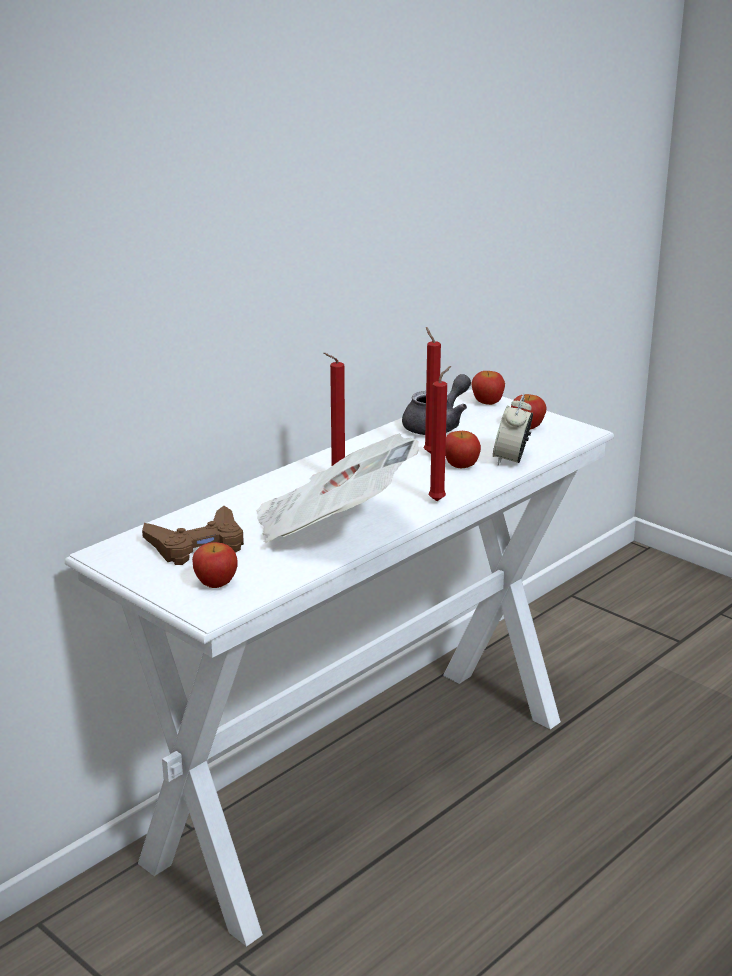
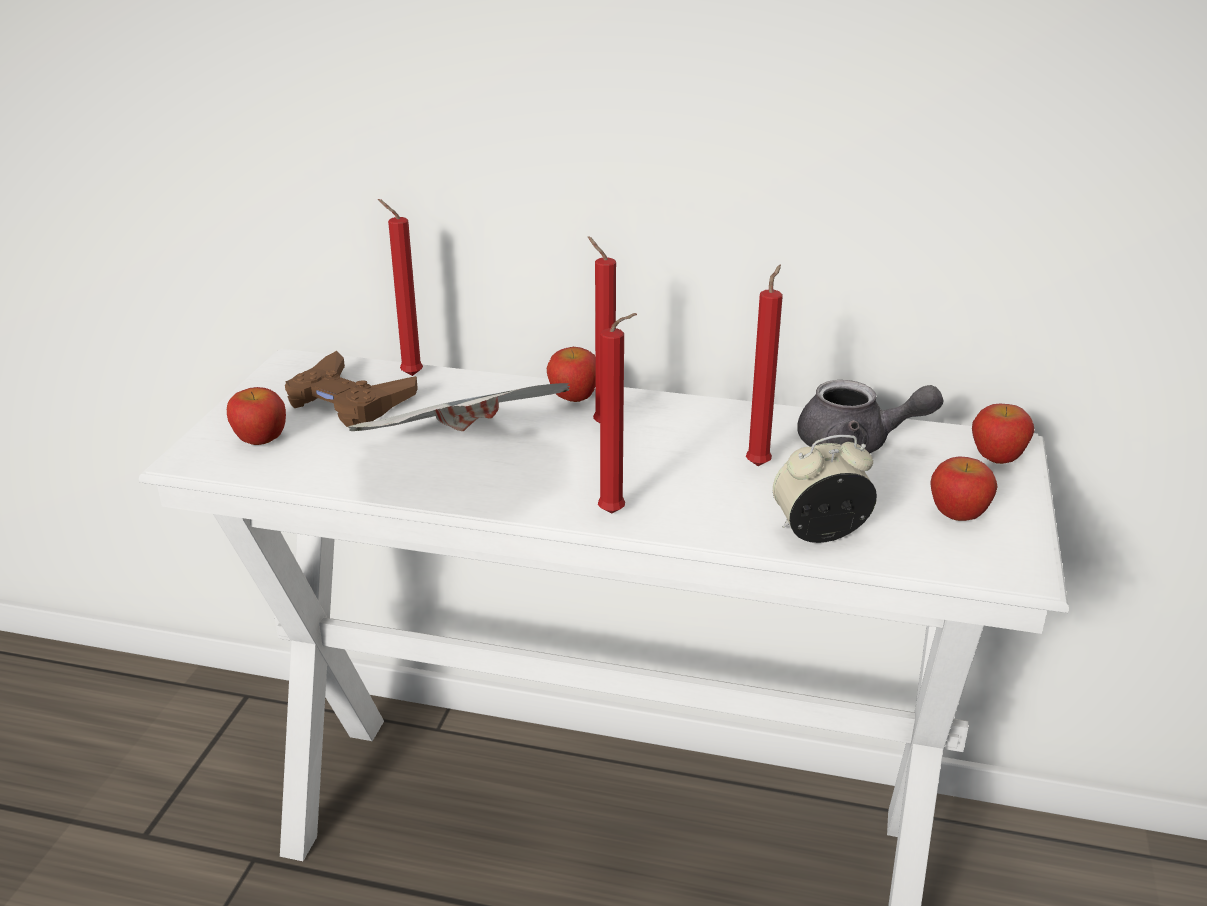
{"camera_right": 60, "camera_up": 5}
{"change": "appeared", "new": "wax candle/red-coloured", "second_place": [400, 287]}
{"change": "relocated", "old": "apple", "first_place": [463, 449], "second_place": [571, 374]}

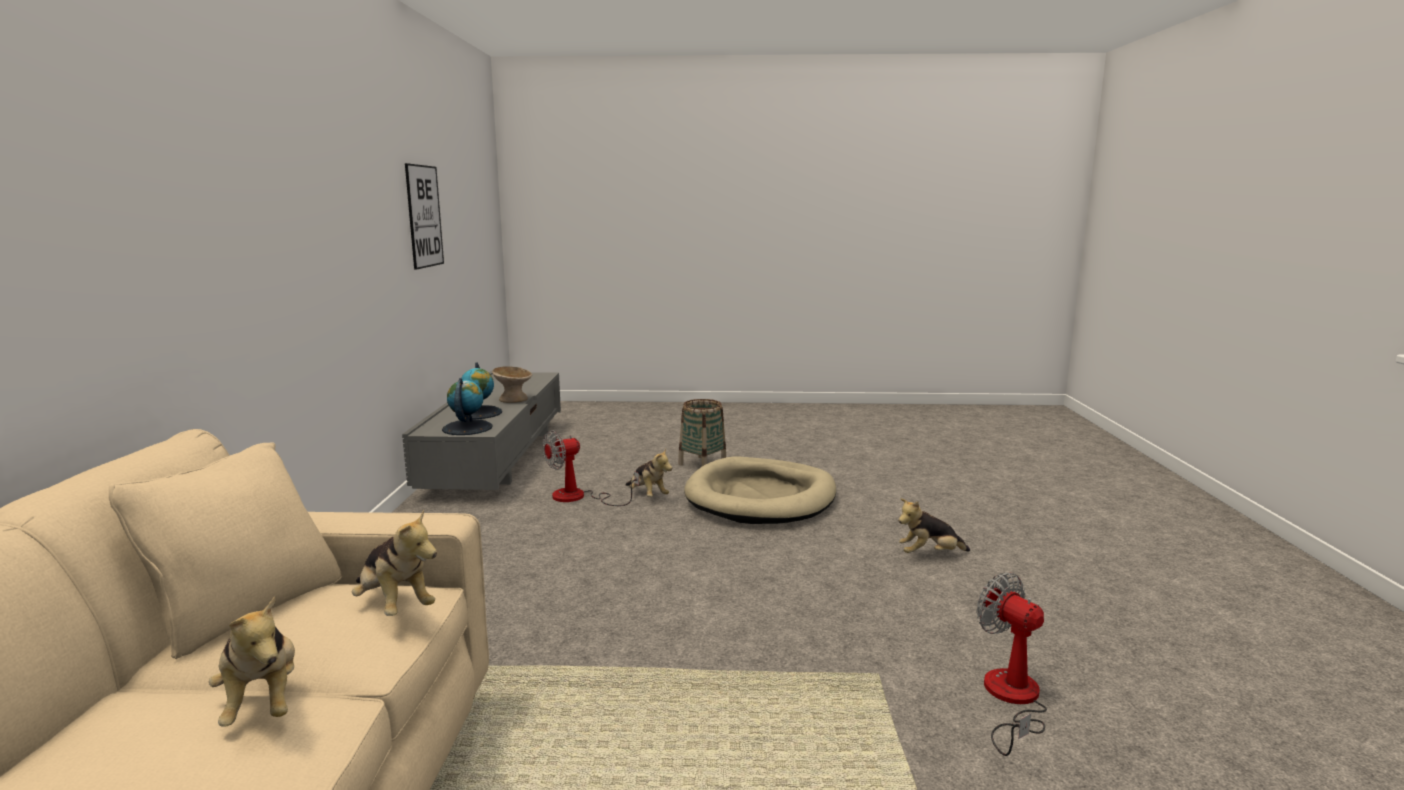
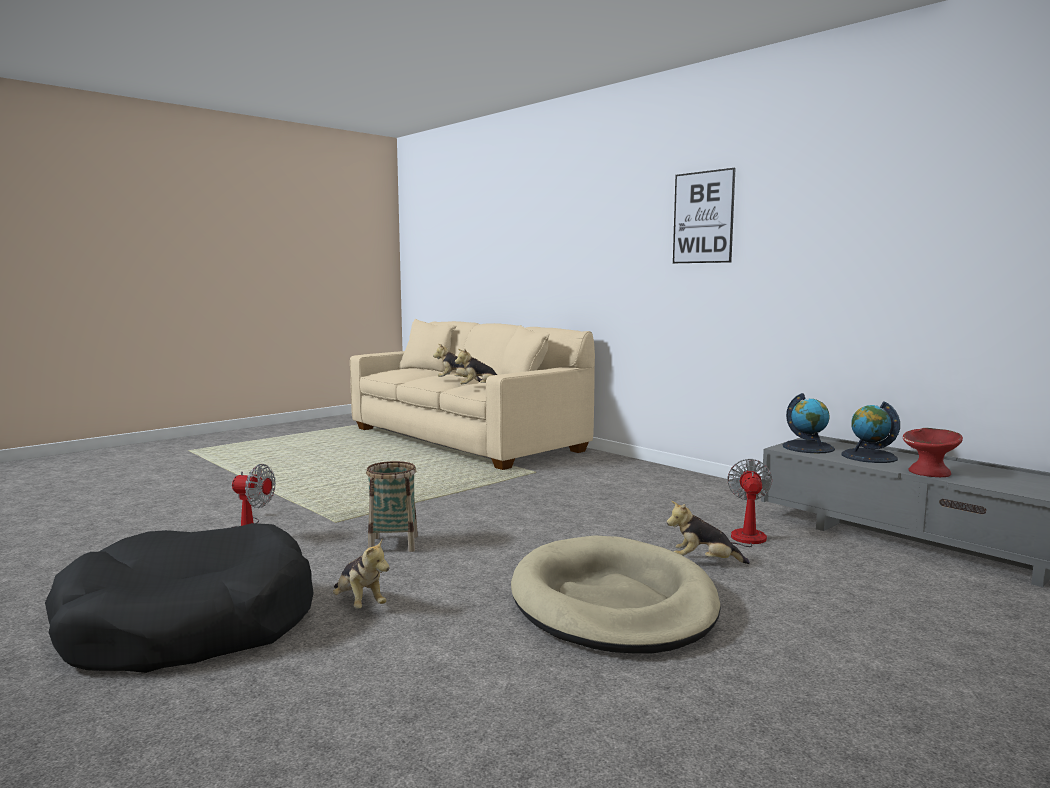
{"camera_right": 135, "camera_up": -5}
{"change": "appeared", "new": "dog bed/black-coloured", "second_place": [179, 598]}
{"change": "relocated", "old": "wall picture", "first_place": [424, 216], "second_place": [704, 215]}
{"change": "relocated", "old": "storage basket", "first_place": [702, 432], "second_place": [392, 506]}
{"change": "colour", "old": "deep dish/beige", "new": "deep dish/red-coloured", "first_place": [512, 384], "second_place": [933, 452]}
{"change": "spun", "old": "plush toy", "first_place": [934, 525], "second_place": [361, 574], "degrees": 105}

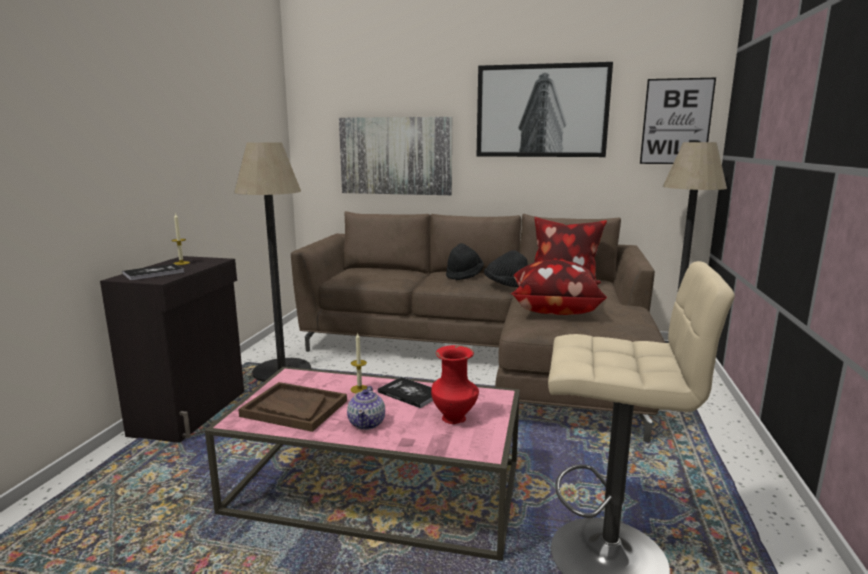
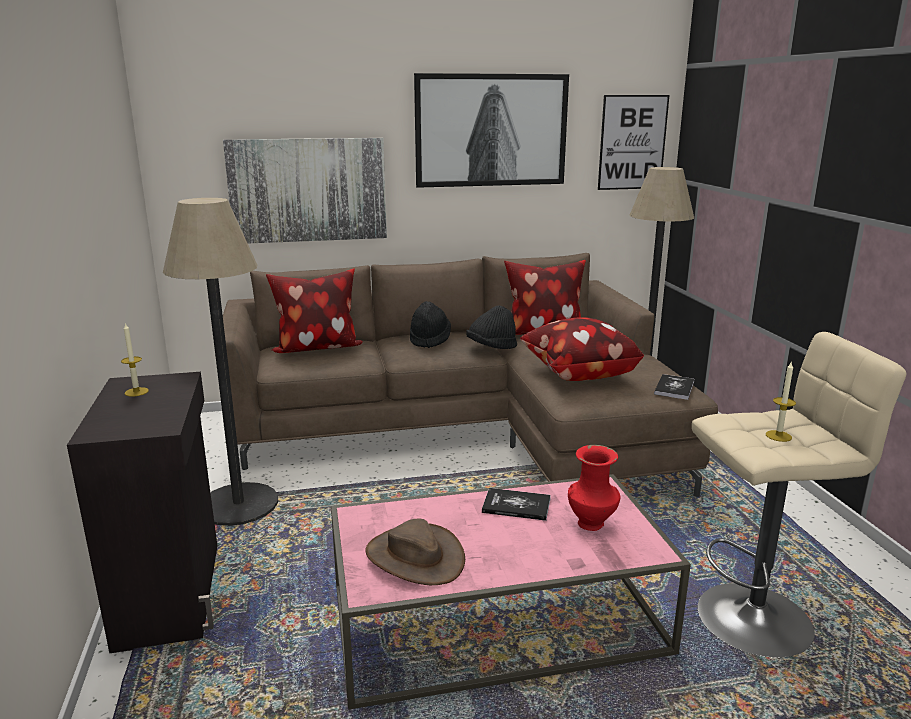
{"camera_right": -25, "camera_up": 5}
{"change": "missing", "old": "tea pot", "first_place": [366, 408]}
{"change": "appeared", "new": "cushion", "second_place": [314, 310]}
{"change": "relocated", "old": "book", "first_place": [153, 272], "second_place": [674, 387]}
{"change": "relocated", "old": "wax candle", "first_place": [359, 362], "second_place": [781, 401]}
{"change": "exchanged", "old": "serving tray/brownish", "new": "wearable hat/brownish", "first_place": [292, 407], "second_place": [415, 552]}

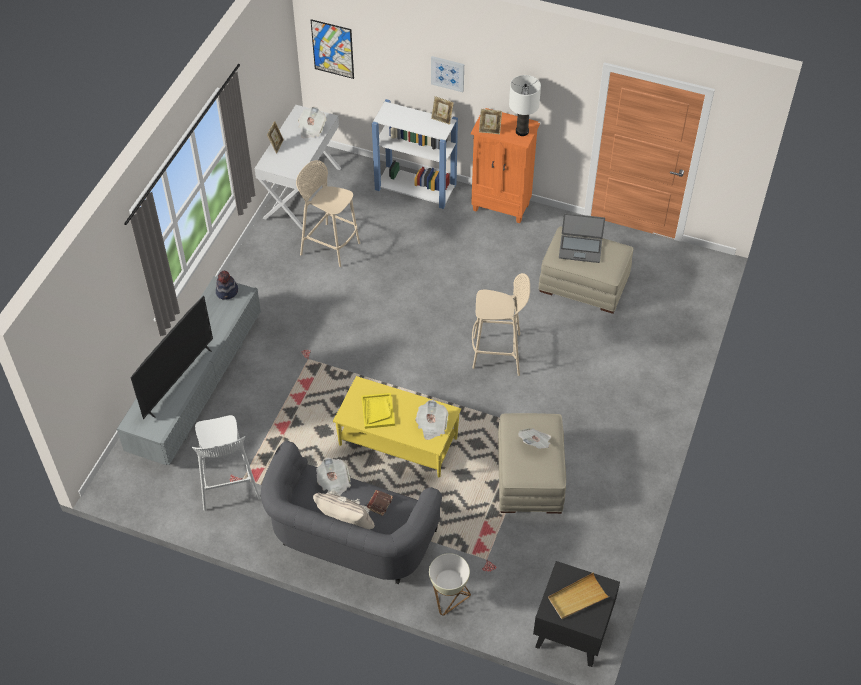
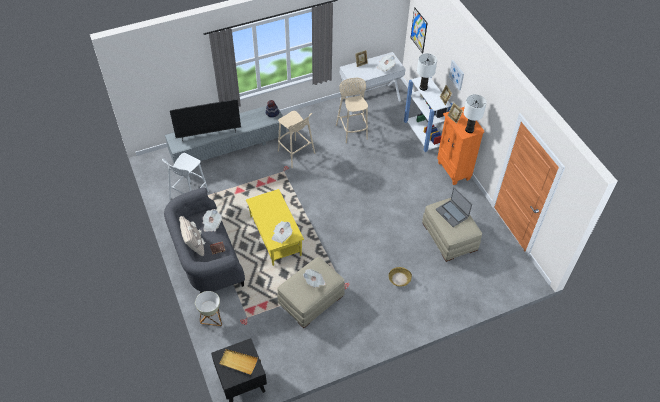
{"camera_right": 45, "camera_up": 0}
{"change": "missing", "old": "serving tray/yellow-coloured", "first_place": [378, 411]}
{"change": "appeared", "new": "storage basket", "second_place": [400, 277]}
{"change": "appeared", "new": "table lamp/white-coloured", "second_place": [427, 72]}
{"change": "relocated", "old": "stool/beige", "first_place": [501, 324], "second_place": [296, 139]}

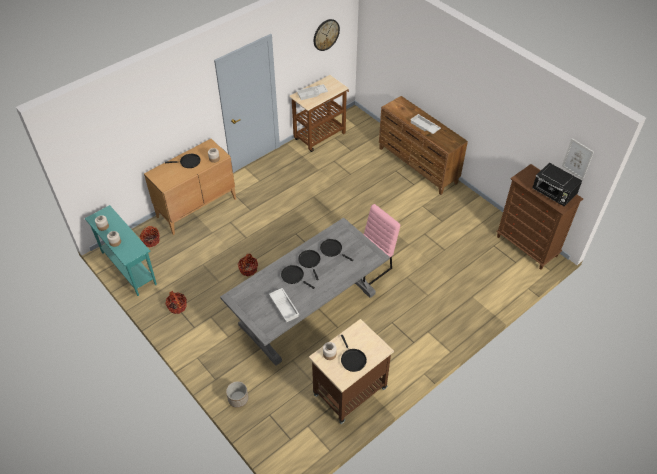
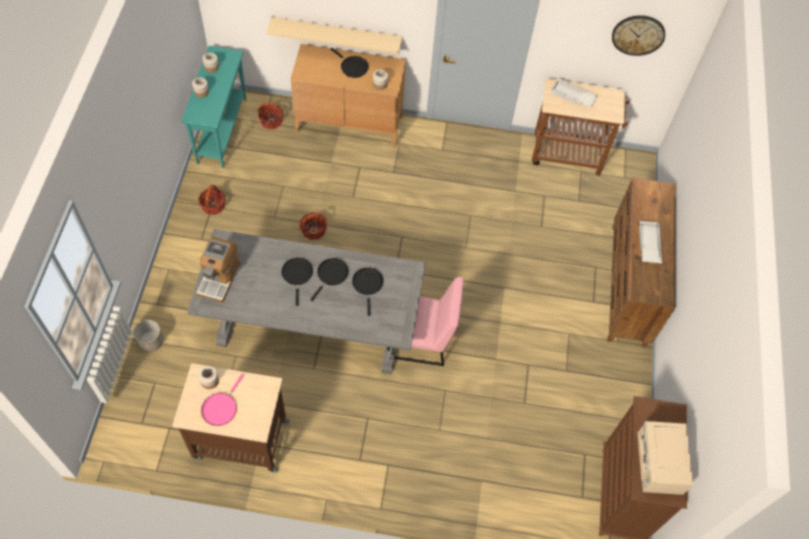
{"camera_right": 45, "camera_up": 10}
{"change": "missing", "old": "serving tray/white-coloured", "first_place": [284, 305]}
{"change": "missing", "old": "wall picture", "first_place": [578, 159]}
{"change": "appeared", "new": "coffee maker", "second_place": [218, 270]}
{"change": "appeared", "new": "wall shelf/beige", "second_place": [334, 35]}
{"change": "colour", "old": "pan/black-coloured", "new": "pan/pinkish", "first_place": [354, 353], "second_place": [222, 400]}
{"change": "colour", "old": "microwave oven/black-coloured", "new": "microwave oven/beige", "first_place": [557, 185], "second_place": [665, 458]}

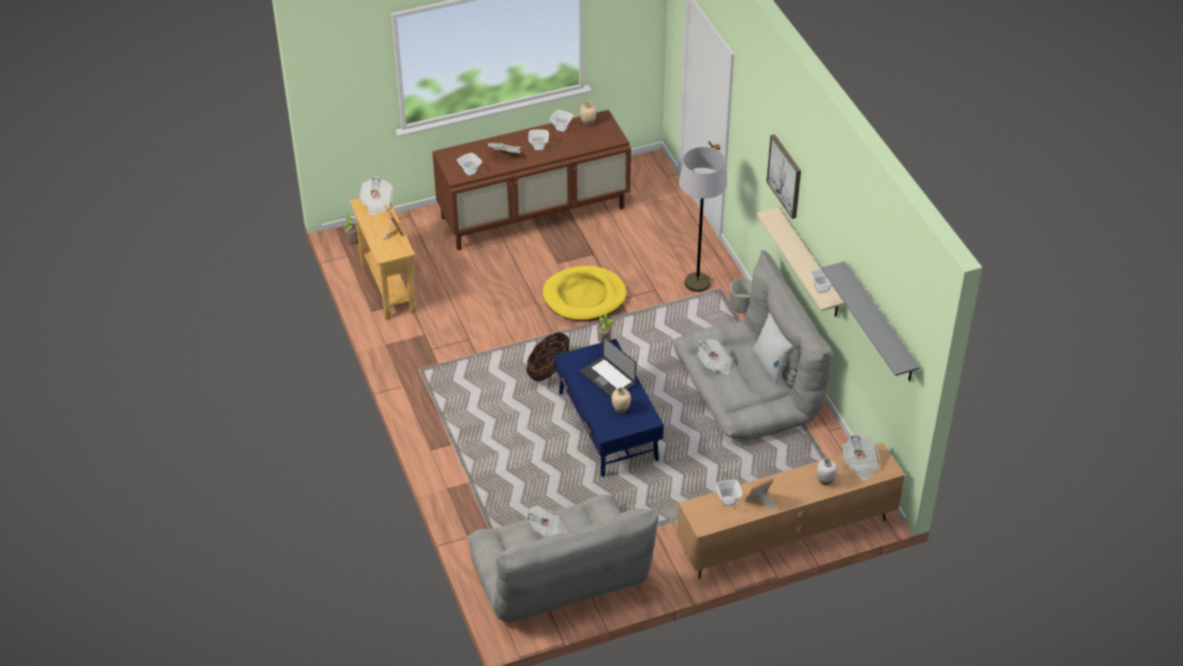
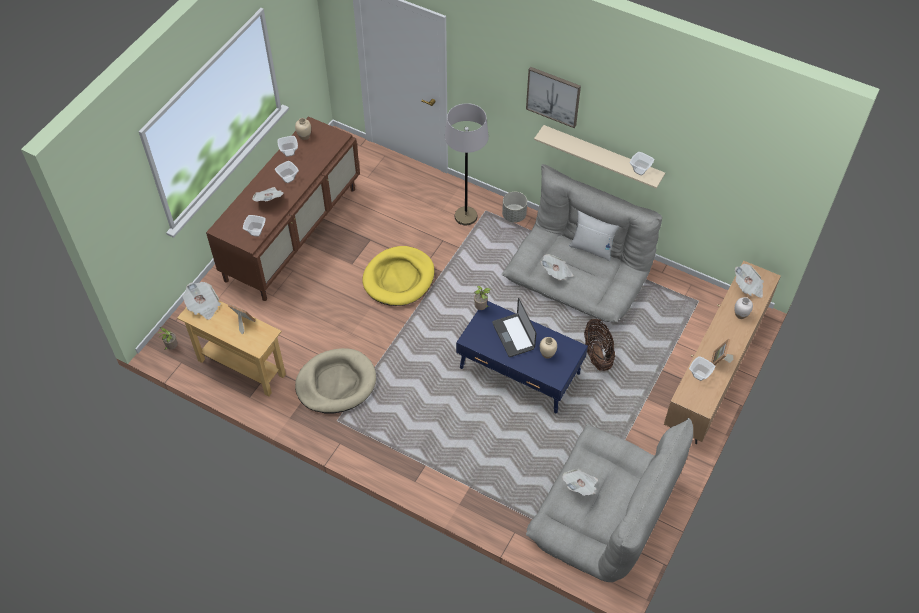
{"camera_right": -40, "camera_up": 10}
{"change": "missing", "old": "wall shelf/grey", "first_place": [871, 321]}
{"change": "appeared", "new": "dog bed/beige", "second_place": [335, 380]}
{"change": "relocated", "old": "storage basket", "first_place": [548, 356], "second_place": [599, 345]}
{"change": "spun", "old": "laptop", "first_place": [608, 367], "second_place": [514, 327], "degrees": 60}

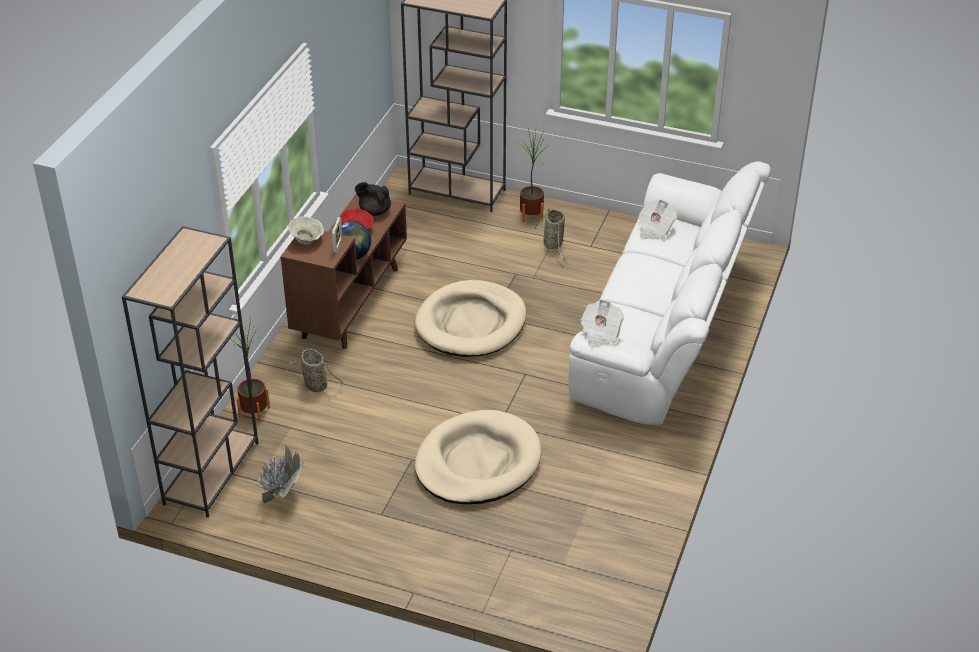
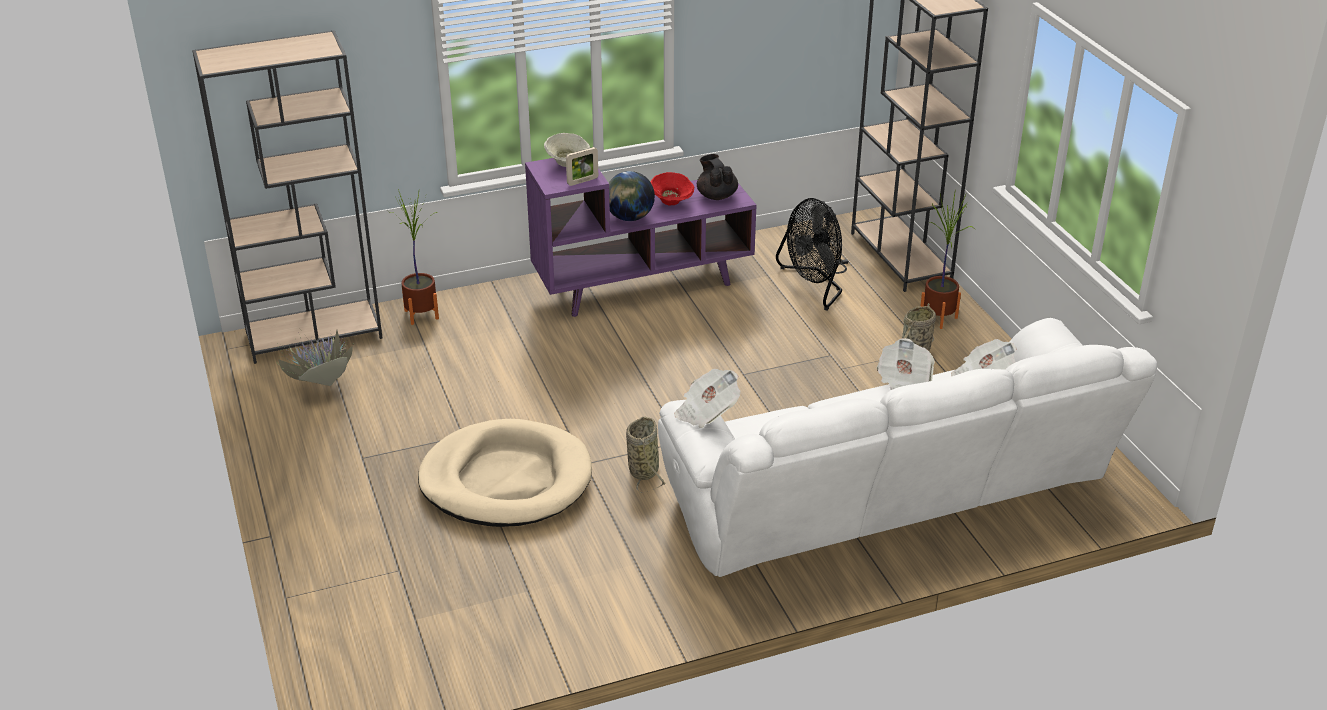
{"camera_right": 50, "camera_up": -5}
{"change": "missing", "old": "dog bed/beige", "first_place": [470, 318]}
{"change": "appeared", "new": "electric fan/black-coloured", "second_place": [813, 254]}
{"change": "appeared", "new": "newspaper", "second_place": [906, 364]}
{"change": "relocated", "old": "storage basket", "first_place": [314, 372], "second_place": [646, 454]}
{"change": "colour", "old": "media console/brownish", "new": "media console/purple-coloured", "first_place": [343, 271], "second_place": [641, 237]}

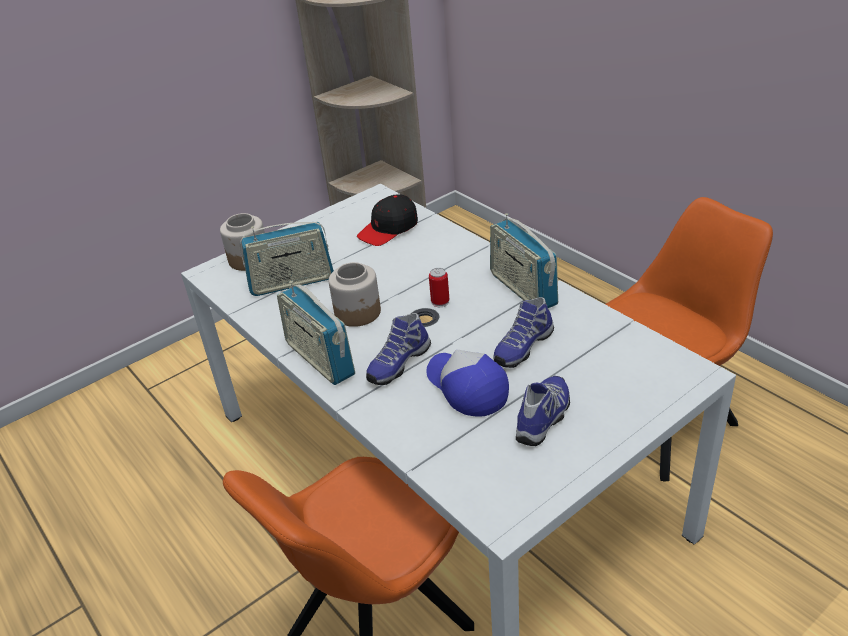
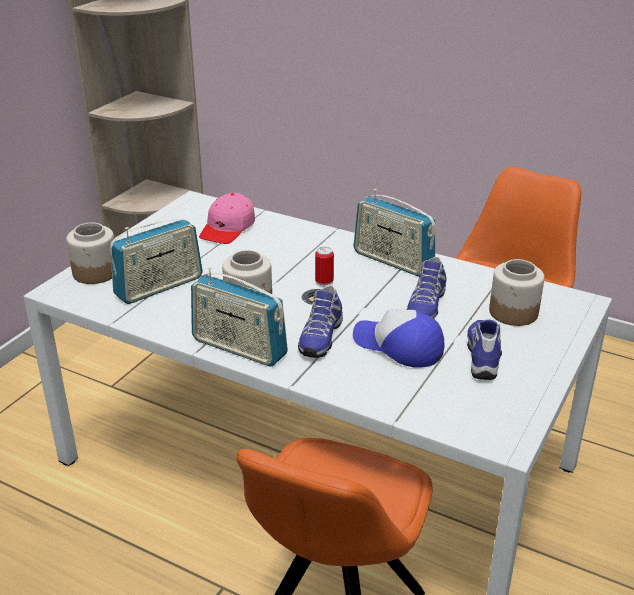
{"camera_right": -25, "camera_up": -5}
{"change": "appeared", "new": "preserve jar", "second_place": [516, 292]}
{"change": "colour", "old": "peaked cap/black-coloured", "new": "peaked cap/pinkish", "first_place": [387, 220], "second_place": [227, 218]}

